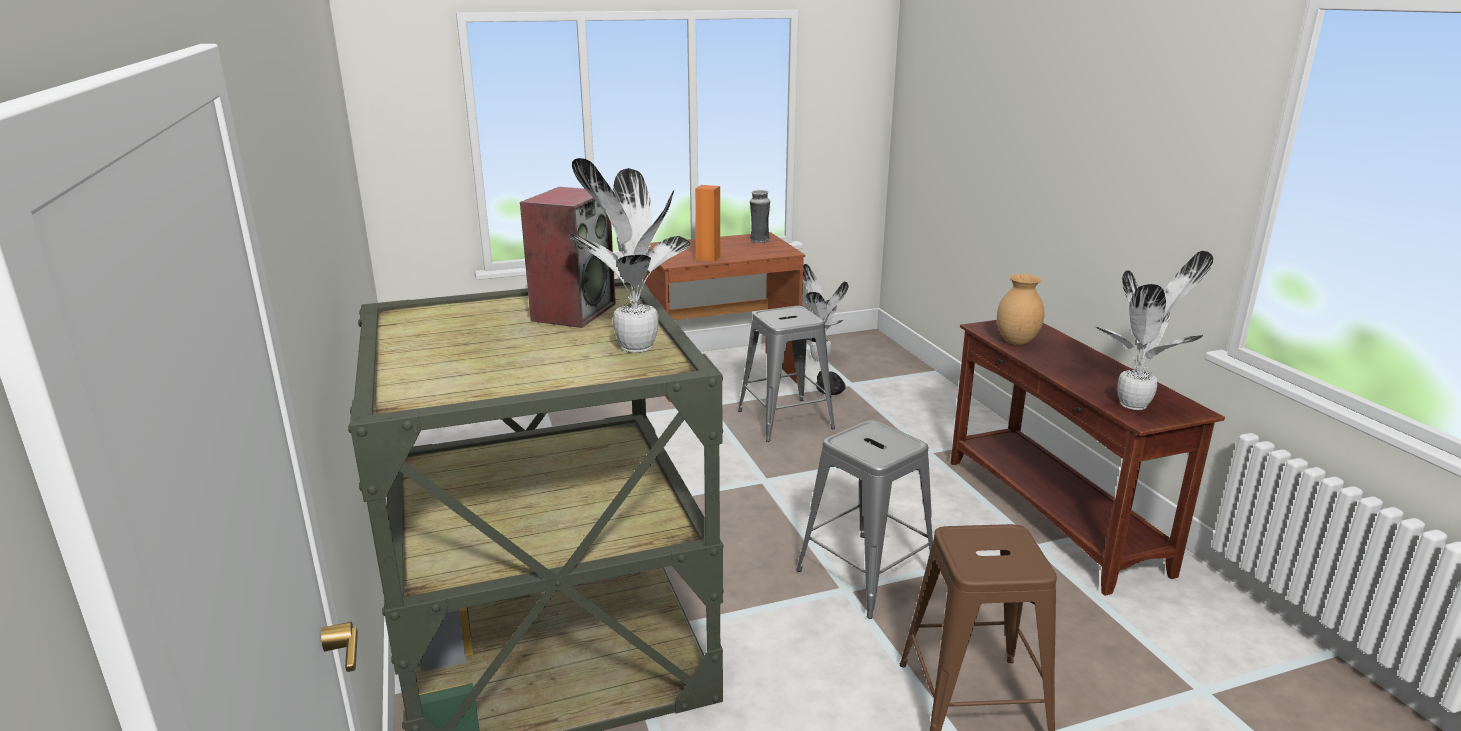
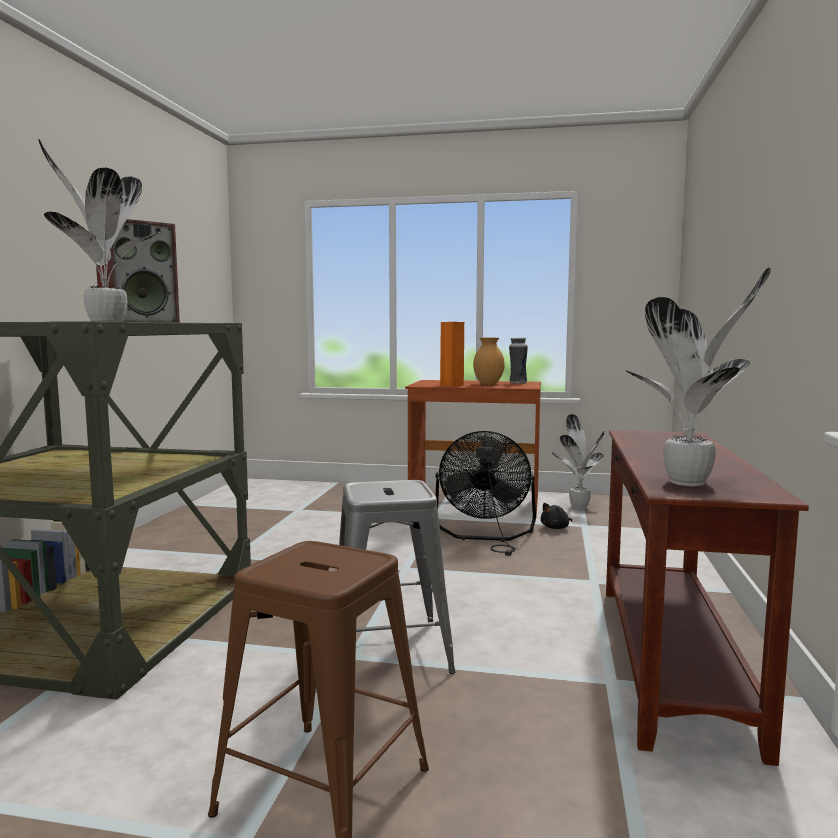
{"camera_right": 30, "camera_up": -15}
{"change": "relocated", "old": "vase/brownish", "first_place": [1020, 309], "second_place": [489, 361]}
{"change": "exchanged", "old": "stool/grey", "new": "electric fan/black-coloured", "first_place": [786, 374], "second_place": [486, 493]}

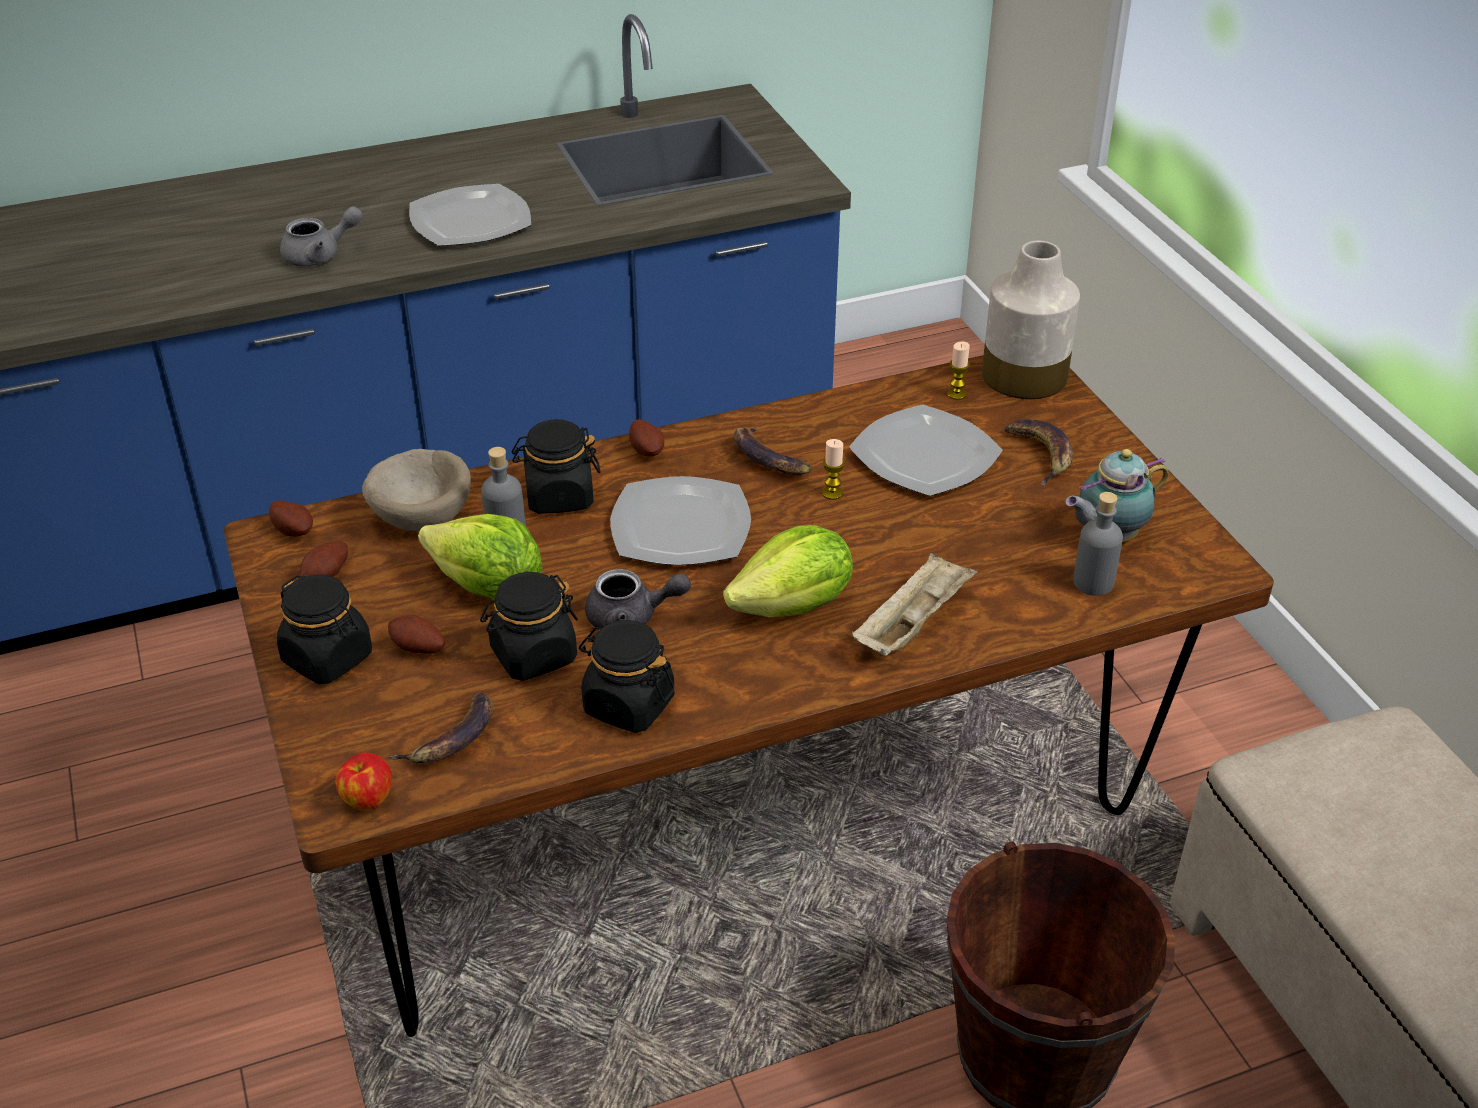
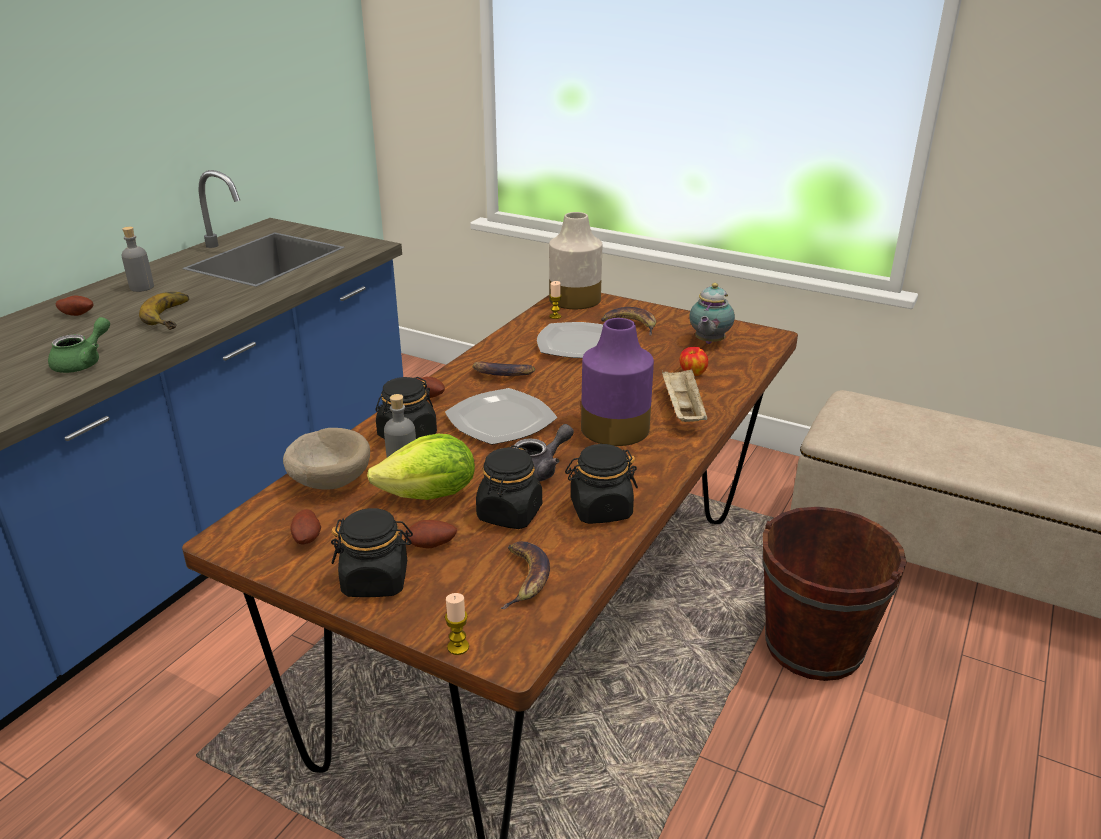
{"camera_right": -40, "camera_up": -10}
{"change": "relocated", "old": "spud", "first_place": [291, 518], "second_place": [75, 305]}
{"change": "relocated", "old": "apple", "first_place": [363, 781], "second_place": [694, 361]}
{"change": "relocated", "old": "wax candle", "first_place": [833, 469], "second_place": [457, 624]}
{"change": "relocated", "old": "beverage bottle/grey", "first_place": [1098, 544], "second_place": [138, 259]}
{"change": "exchanged", "old": "flat dish", "new": "whole banana", "first_place": [470, 215], "second_place": [164, 311]}
{"change": "exchanged", "old": "head of lettuce", "new": "vase/purple-coloured", "first_place": [788, 571], "second_place": [617, 382]}
{"change": "colour", "old": "tea pot/grey", "new": "tea pot/greenish", "first_place": [321, 236], "second_place": [79, 345]}

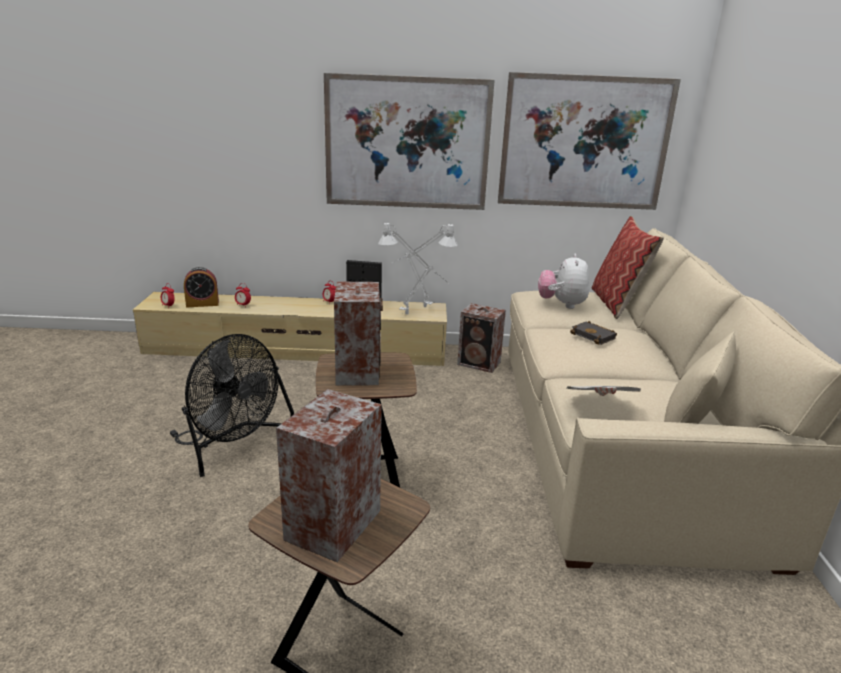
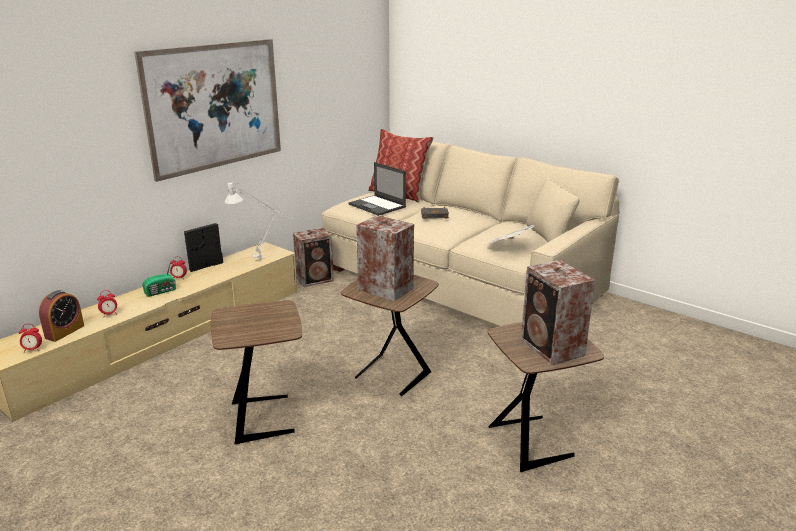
{"camera_right": -50, "camera_up": 0}
{"change": "missing", "old": "table lamp/grey", "first_place": [424, 265]}
{"change": "missing", "old": "wall picture", "first_place": [589, 141]}
{"change": "appeared", "new": "radio receiver", "second_place": [159, 279]}
{"change": "exchanged", "old": "electric fan/black-coloured", "new": "side table/brownish", "first_place": [232, 405], "second_place": [256, 372]}
{"change": "exchanged", "old": "plush toy", "new": "laptop", "first_place": [563, 281], "second_place": [377, 189]}

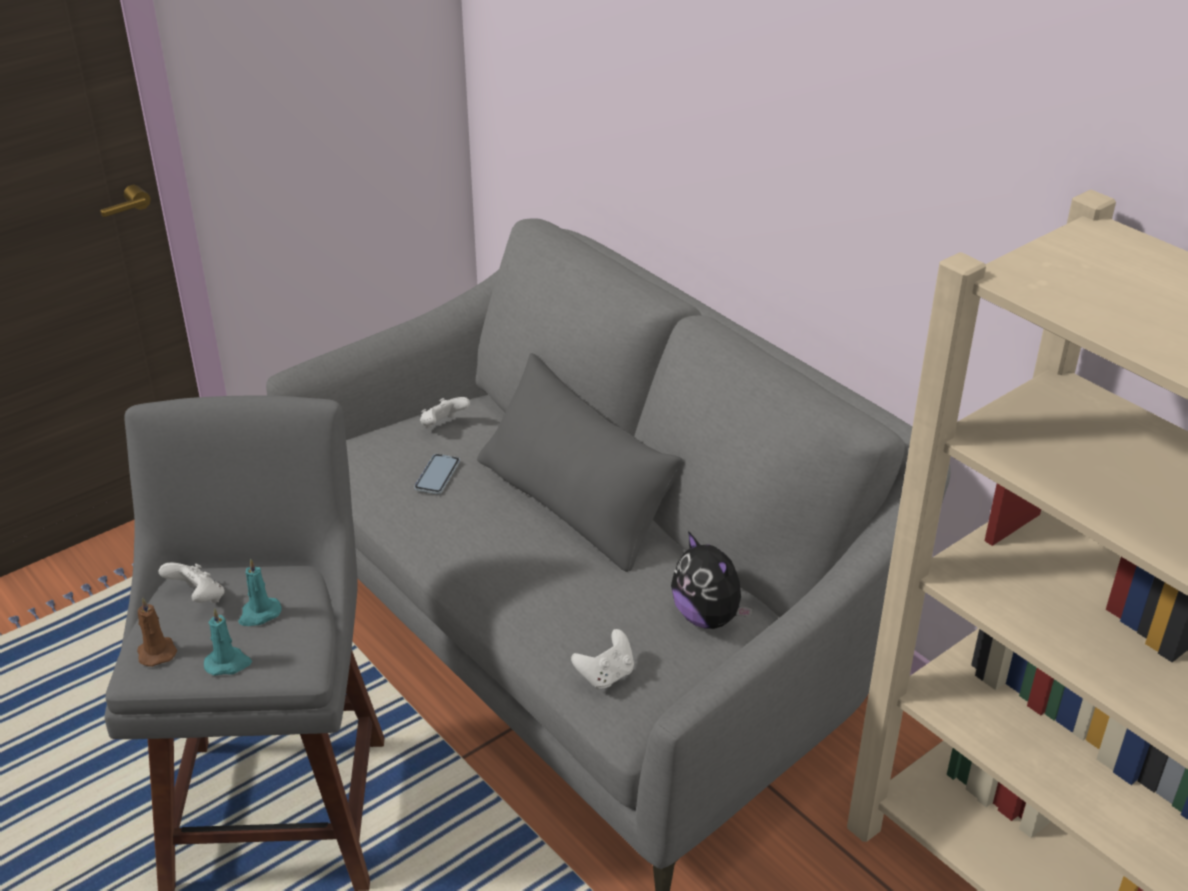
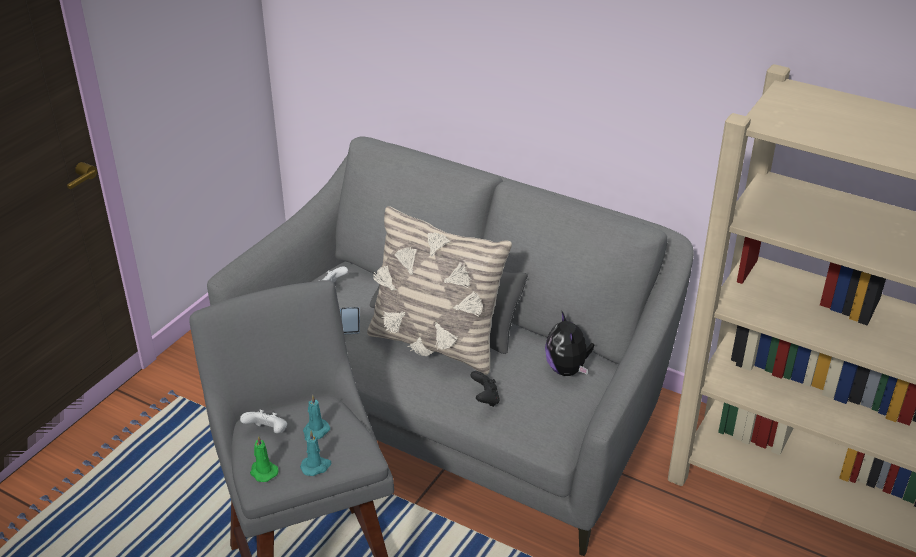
{"camera_right": -20, "camera_up": 0}
{"change": "missing", "old": "game controller/white-coloured", "first_place": [602, 659]}
{"change": "appeared", "new": "cushion/beige", "second_place": [439, 290]}
{"change": "appeared", "new": "game controller/black-coloured", "second_place": [485, 389]}
{"change": "colour", "old": "wax candle/brownish", "new": "wax candle/greenish", "first_place": [157, 632], "second_place": [264, 459]}
{"change": "spun", "old": "plush toy", "first_place": [712, 580], "second_place": [569, 343], "degrees": 45}

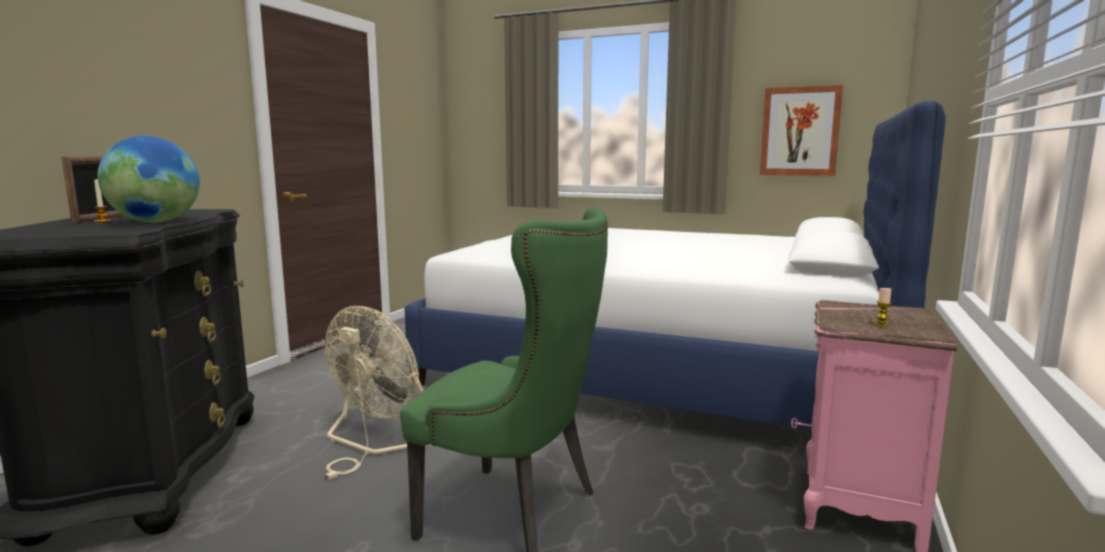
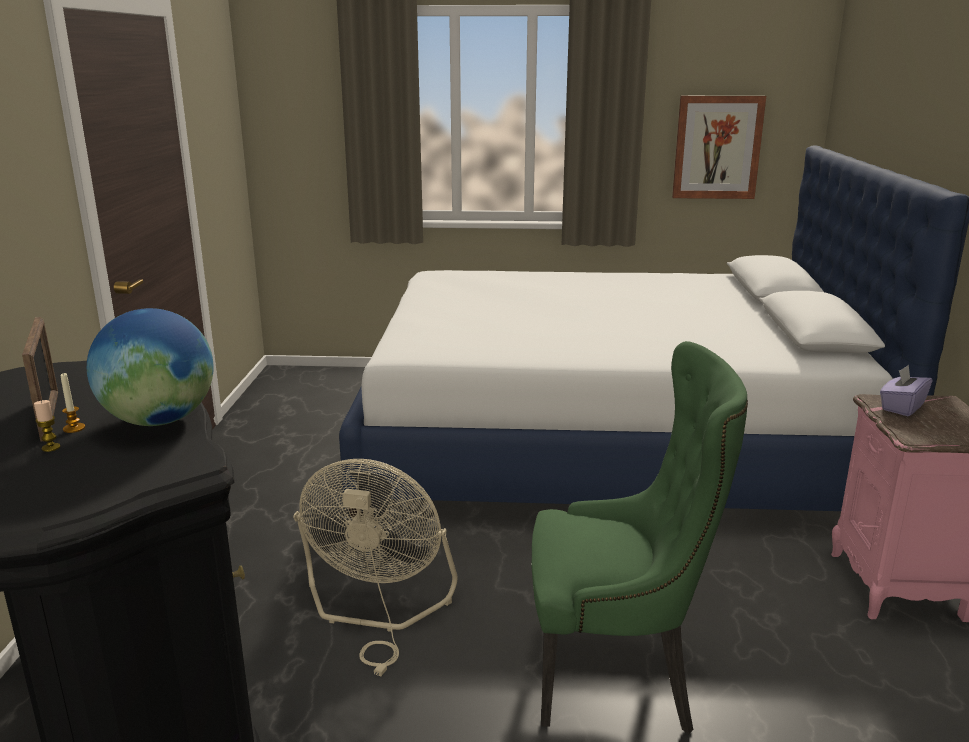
{"camera_right": -20, "camera_up": 10}
{"change": "appeared", "new": "box of tissues/purple-coloured", "second_place": [906, 390]}
{"change": "relocated", "old": "wax candle", "first_place": [883, 307], "second_place": [47, 426]}

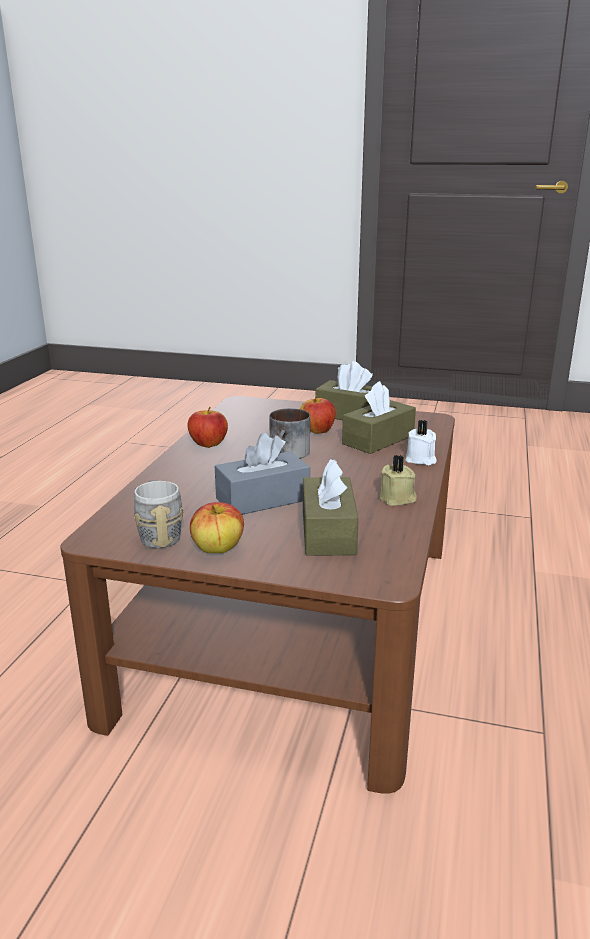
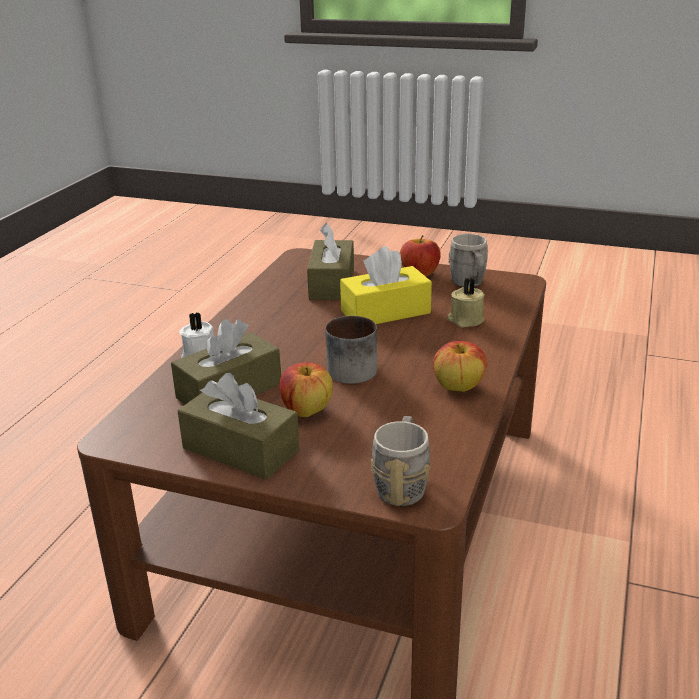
{"camera_right": -175, "camera_up": 5}
{"change": "appeared", "new": "mug/grey", "second_place": [400, 461]}
{"change": "relocated", "old": "wax candle/beige", "first_place": [398, 480], "second_place": [466, 302]}
{"change": "colour", "old": "box of tissues/grey", "new": "box of tissues/yellow-coloured", "first_place": [262, 474], "second_place": [386, 285]}

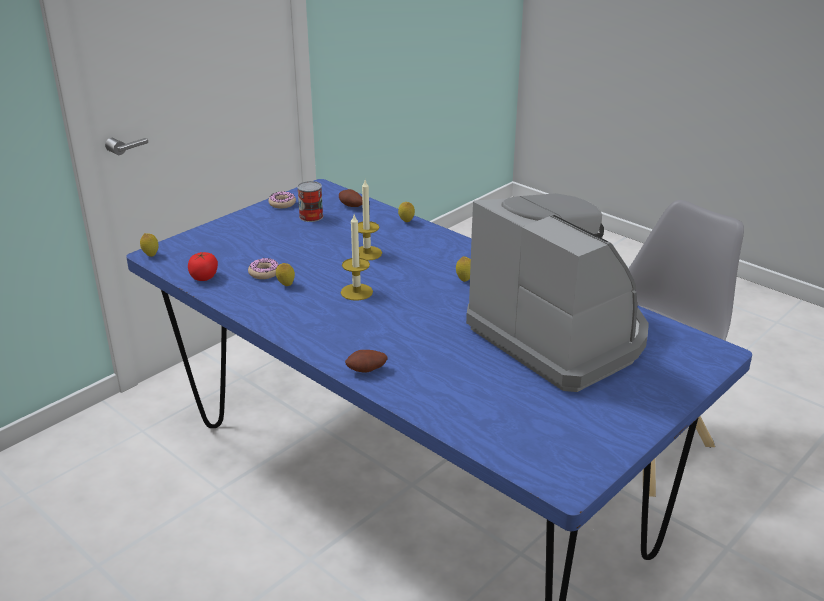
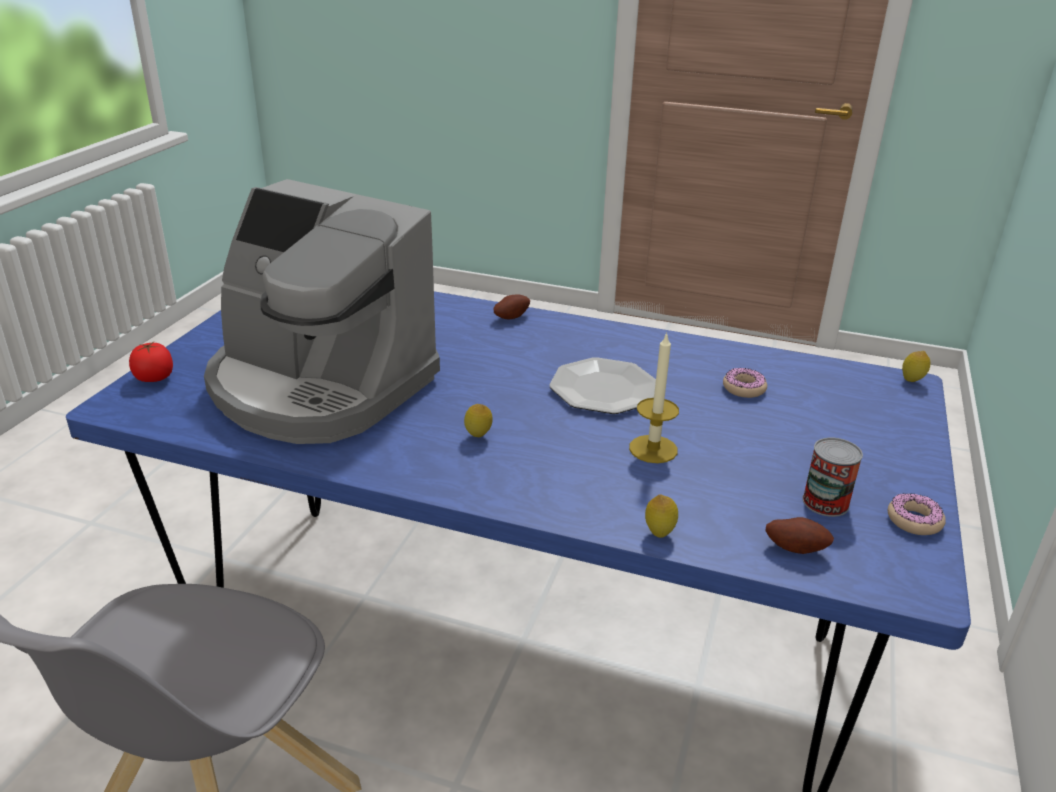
{"camera_right": 155, "camera_up": 0}
{"change": "missing", "old": "lemon", "first_place": [285, 274]}
{"change": "relocated", "old": "whole tomato", "first_place": [203, 266], "second_place": [151, 361]}
{"change": "exchanged", "old": "wax candle", "new": "flat dish", "first_place": [357, 258], "second_place": [602, 385]}

